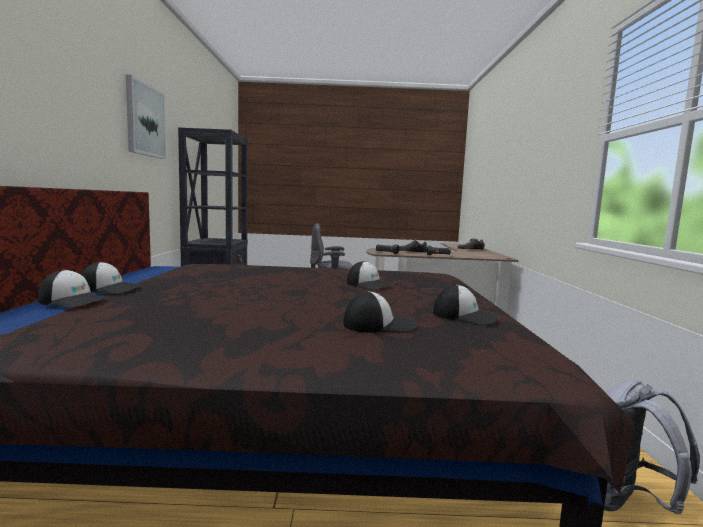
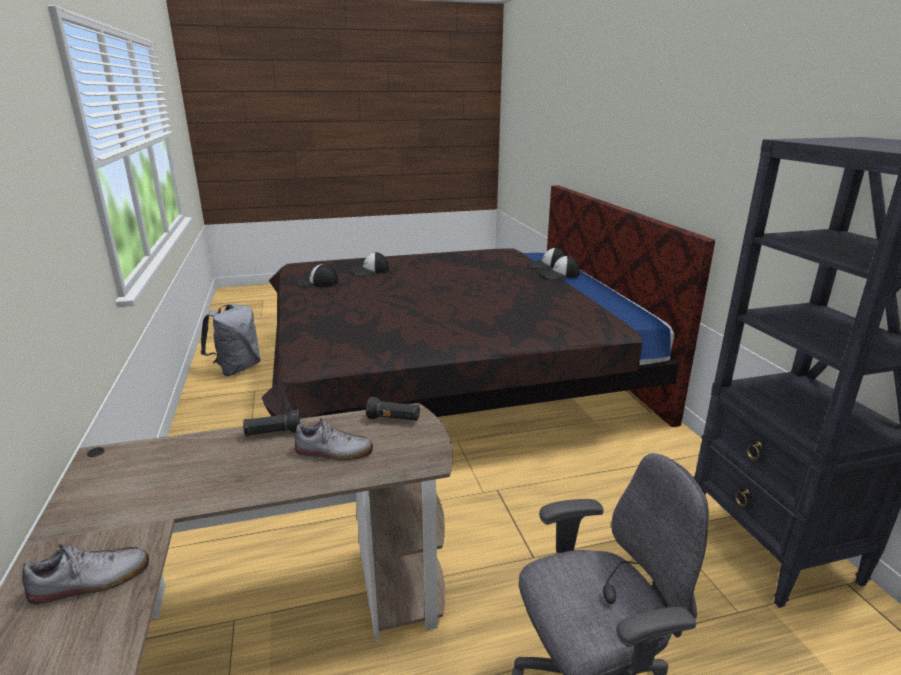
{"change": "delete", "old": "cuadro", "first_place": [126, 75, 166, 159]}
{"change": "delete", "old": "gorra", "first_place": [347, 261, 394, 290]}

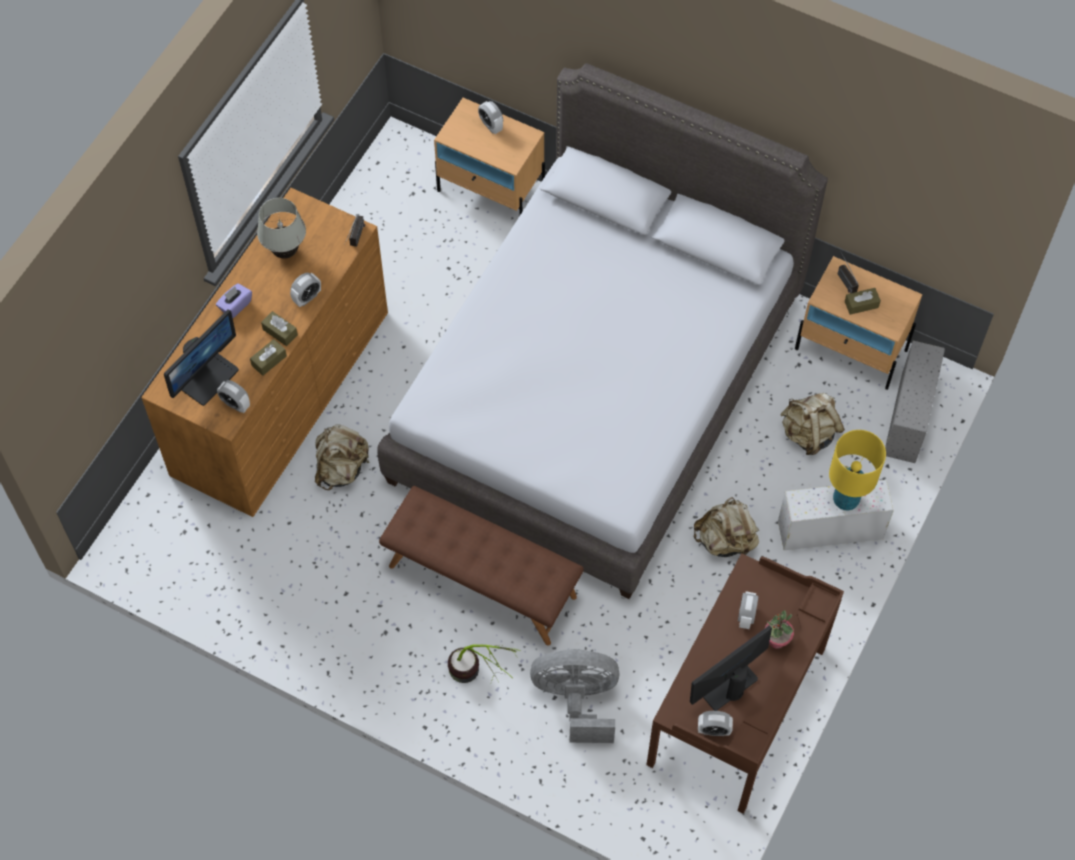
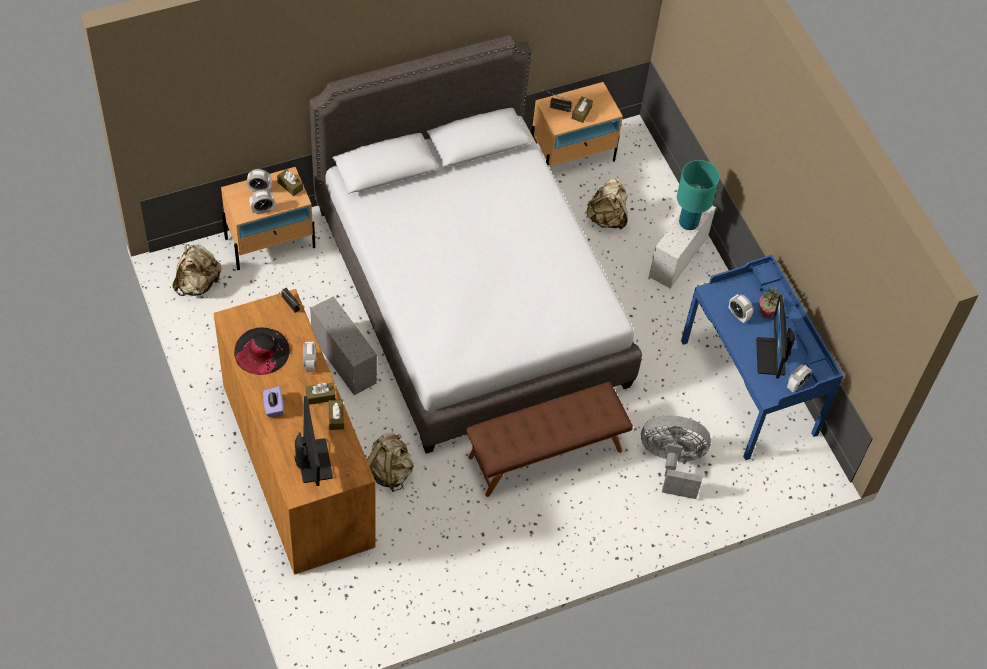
{"change": "delete", "old": "planta en maceta", "first_place": [448, 644, 520, 683]}
{"change": "insert", "new": "caja de pañuelos [marrón]", "second_place": [277, 169, 303, 196]}
{"change": "move", "old": "despertador", "first_place": [217, 380, 250, 413], "second_place": [249, 190, 275, 214]}
{"change": "move", "old": "mochila [beis]", "first_place": [694, 497, 759, 557], "second_place": [173, 244, 221, 296]}
{"change": "move", "old": "caja de almacenaje [gris]", "first_place": [885, 341, 945, 463], "second_place": [310, 297, 377, 395]}
{"change": "replace", "old": "lámpara de mesa [blanco]", "new": "sombrero [negro]", "first_place": [257, 198, 306, 259], "second_place": [234, 327, 290, 375]}
{"change": "recolor", "old": "escritorio [marrón]", "new": "escritorio [azul]", "first_place": [647, 553, 844, 814], "second_place": [681, 255, 843, 460]}
{"change": "recolor", "old": "lámpara de mesa [amarillo]", "new": "lámpara de mesa [turquesa]", "first_place": [829, 430, 886, 511], "second_place": [677, 160, 720, 230]}
{"change": "rotate", "old": "ventilador [gris]", "first_place": [530, 649, 620, 743], "second_place": [641, 415, 711, 499], "degrees": 60}

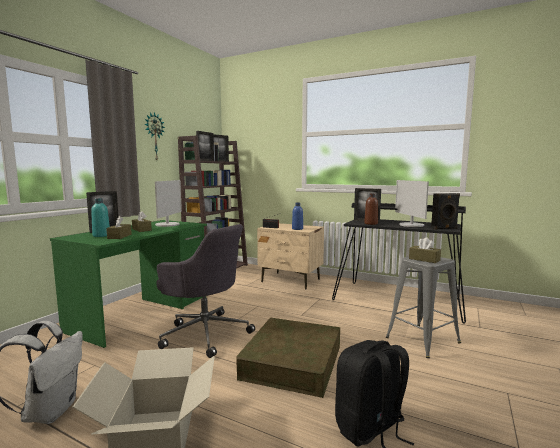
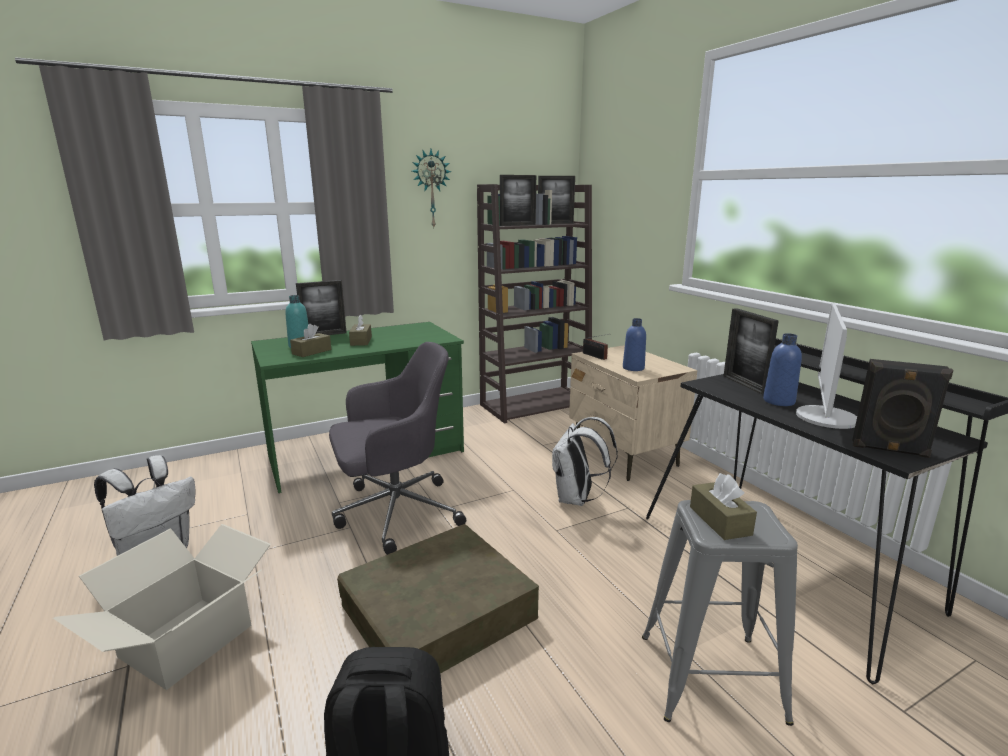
{"change": "delete", "old": "monitor", "first_place": [155, 180, 182, 227]}
{"change": "delete", "old": "botella [marrón]", "first_place": [364, 193, 378, 225]}
{"change": "insert", "new": "mochila [blanco]", "second_place": [552, 417, 618, 506]}
{"change": "insert", "new": "botella [azul]", "second_place": [763, 333, 802, 406]}
{"change": "rotate", "old": "silla de oficina [gris]", "first_place": [156, 224, 255, 358], "second_place": [329, 342, 466, 555], "degrees": -90}

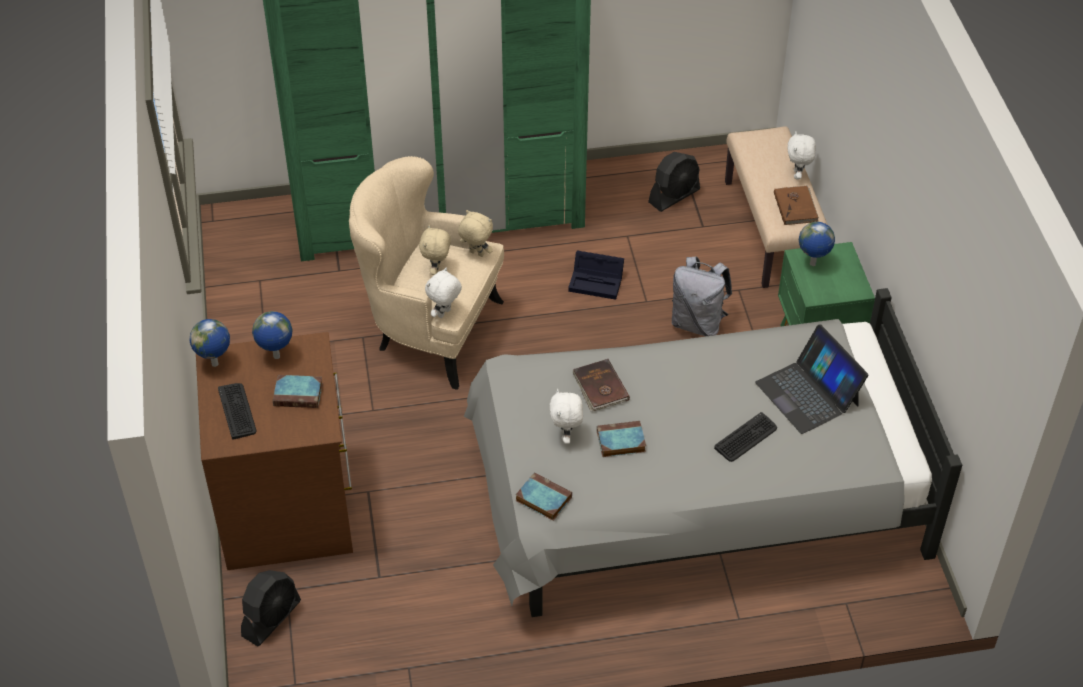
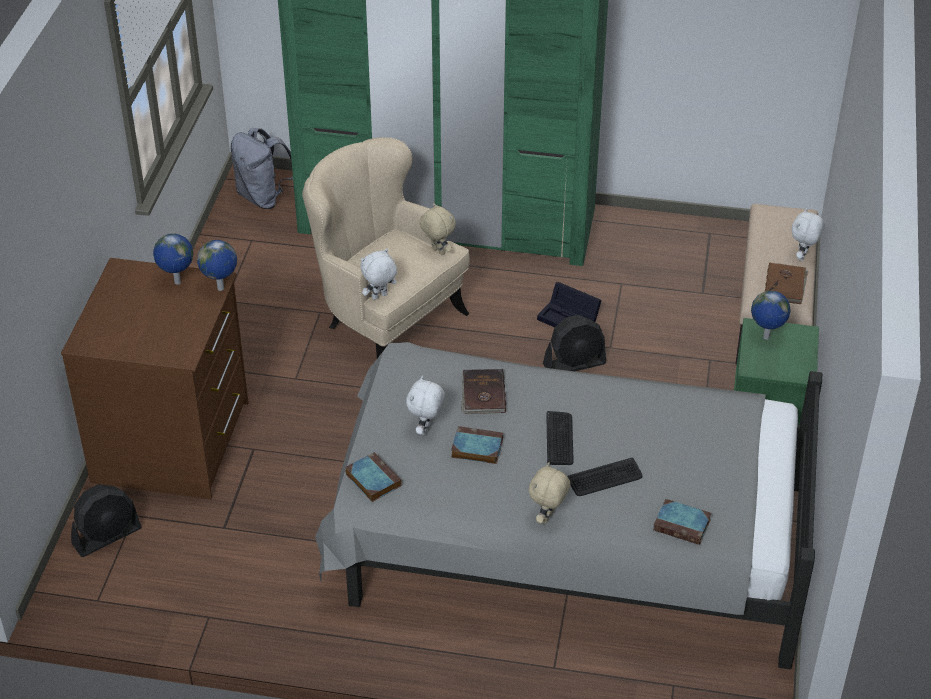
{"change": "delete", "old": "portátil", "first_place": [755, 324, 868, 434]}
{"change": "move", "old": "globo terráqueo", "first_place": [189, 319, 230, 367], "second_place": [197, 240, 237, 291]}
{"change": "move", "old": "teclado", "first_place": [218, 383, 256, 440], "second_place": [546, 411, 574, 465]}
{"change": "move", "old": "libro", "first_place": [273, 375, 323, 408], "second_place": [653, 499, 711, 545]}
{"change": "move", "old": "peluche [beis]", "first_place": [419, 224, 451, 275], "second_place": [529, 462, 571, 524]}
{"change": "move", "old": "ventilador [negro]", "first_place": [648, 152, 700, 212], "second_place": [543, 315, 606, 371]}
{"change": "move", "old": "mochila [gris]", "first_place": [672, 256, 732, 336], "second_place": [230, 128, 293, 209]}

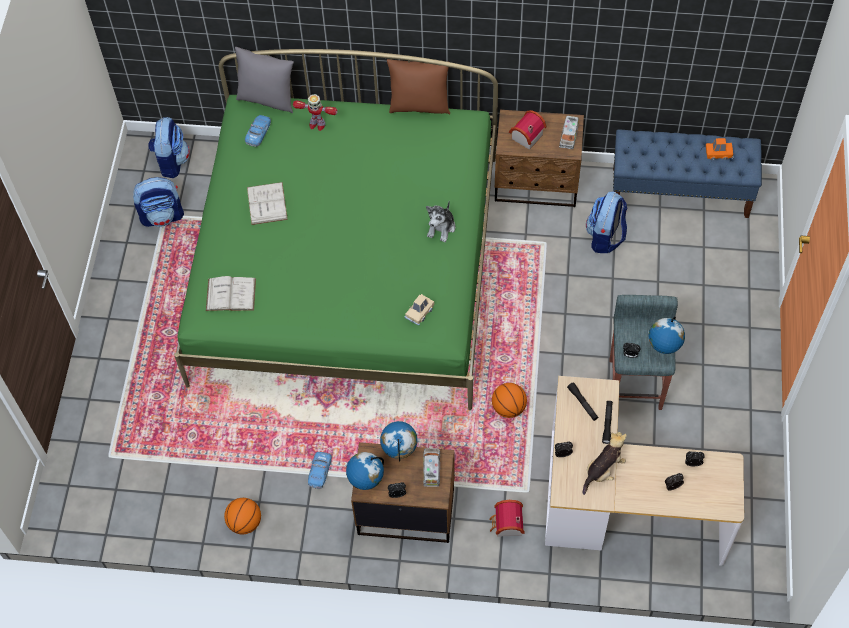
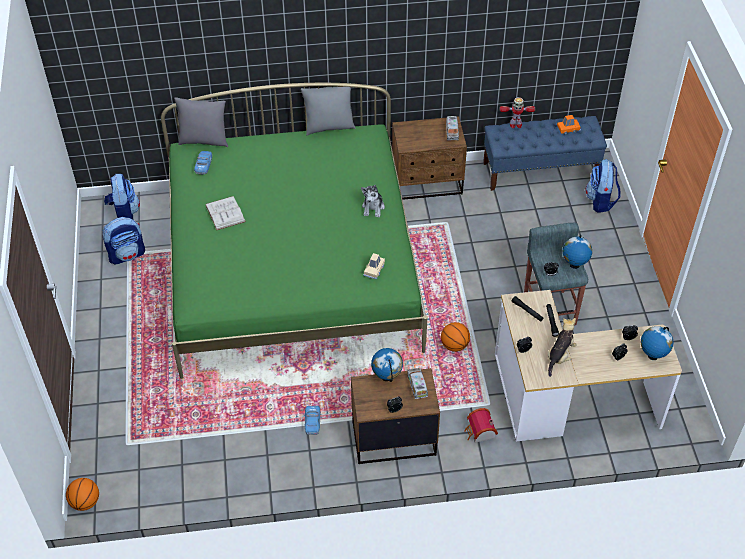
{"change": "delete", "old": "libro [blanco]", "first_place": [206, 276, 256, 311]}
{"change": "delete", "old": "casita", "first_place": [509, 110, 546, 150]}
{"change": "move", "old": "balón de baloncesto", "first_place": [224, 498, 261, 534], "second_place": [66, 478, 99, 511]}
{"change": "move", "old": "robot de juguete", "first_place": [293, 94, 338, 131], "second_place": [499, 97, 535, 128]}
{"change": "move", "old": "globo terráqueo", "first_place": [346, 452, 384, 490], "second_place": [641, 326, 673, 360]}
{"change": "move", "old": "mochila", "first_place": [586, 191, 627, 253], "second_place": [586, 159, 620, 213]}
{"change": "recolor", "old": "cojín [marrón]", "new": "cojín [gris]", "first_place": [387, 59, 450, 114], "second_place": [301, 87, 356, 135]}

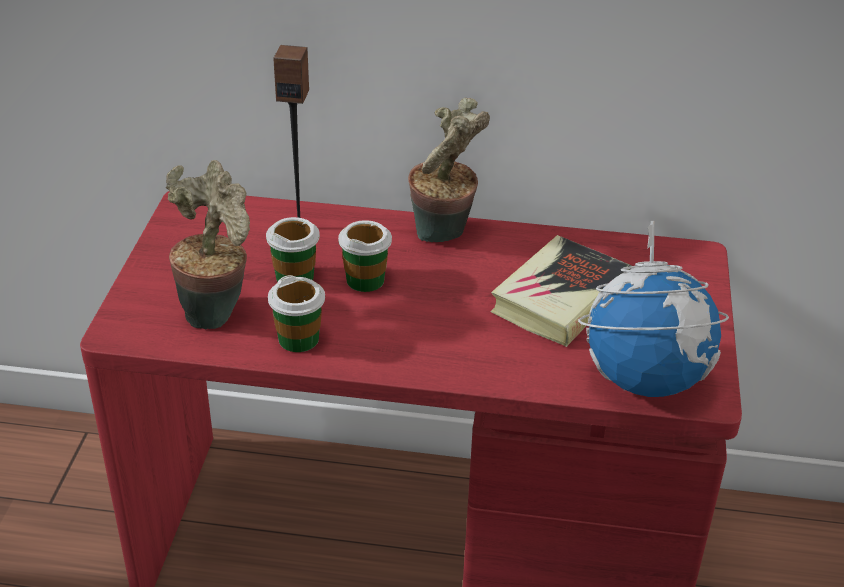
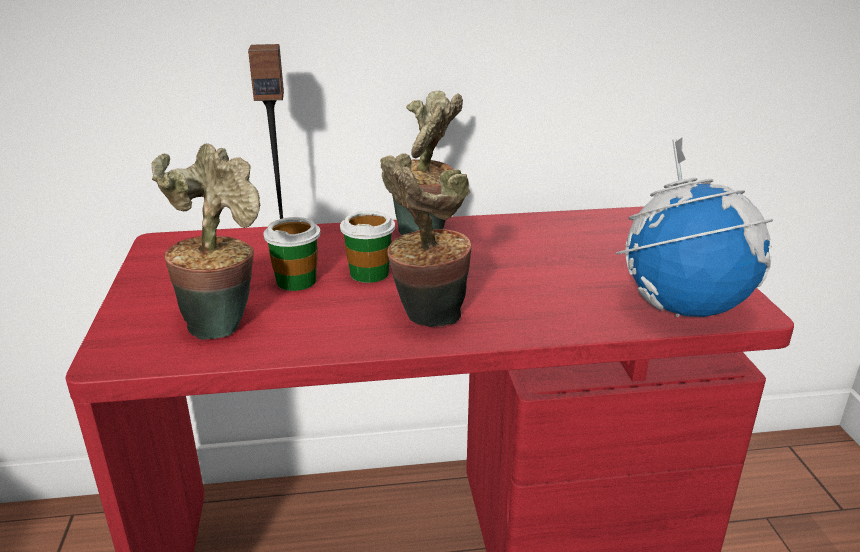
{"change": "delete", "old": "taza", "first_place": [268, 275, 325, 352]}
{"change": "delete", "old": "libro", "first_place": [491, 235, 631, 347]}
{"change": "insert", "new": "planta en maceta", "second_place": [380, 153, 472, 327]}

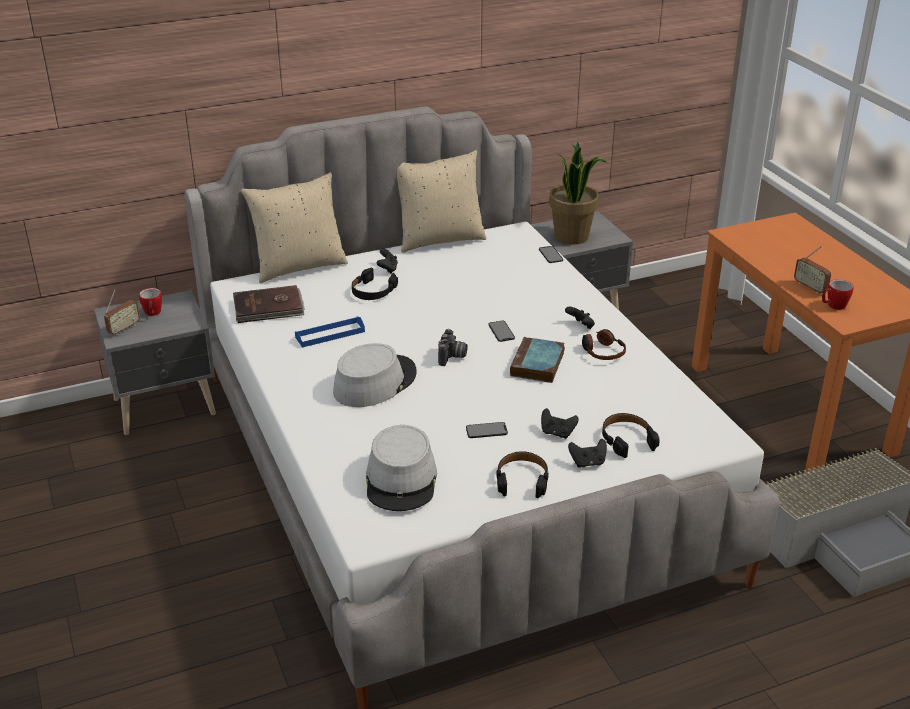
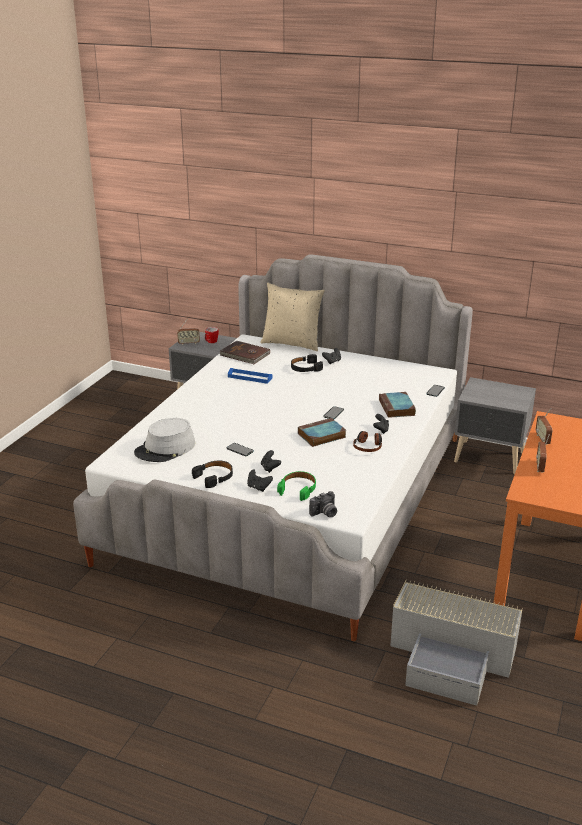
{"change": "delete", "old": "sombrero [gris]", "first_place": [333, 343, 417, 407]}
{"change": "delete", "old": "cojín [beis]", "first_place": [397, 150, 487, 253]}
{"change": "delete", "old": "planta en maceta", "first_place": [549, 141, 606, 245]}
{"change": "delete", "old": "taza grande", "first_place": [822, 279, 854, 310]}
{"change": "insert", "new": "libro", "second_place": [379, 392, 416, 418]}
{"change": "insert", "new": "radio", "second_place": [536, 408, 552, 445]}
{"change": "move", "old": "cámara", "first_place": [438, 329, 468, 366], "second_place": [309, 491, 337, 517]}
{"change": "recolor", "old": "auriculares [negro]", "new": "auriculares [verde]", "first_place": [602, 413, 660, 458], "second_place": [277, 471, 316, 501]}

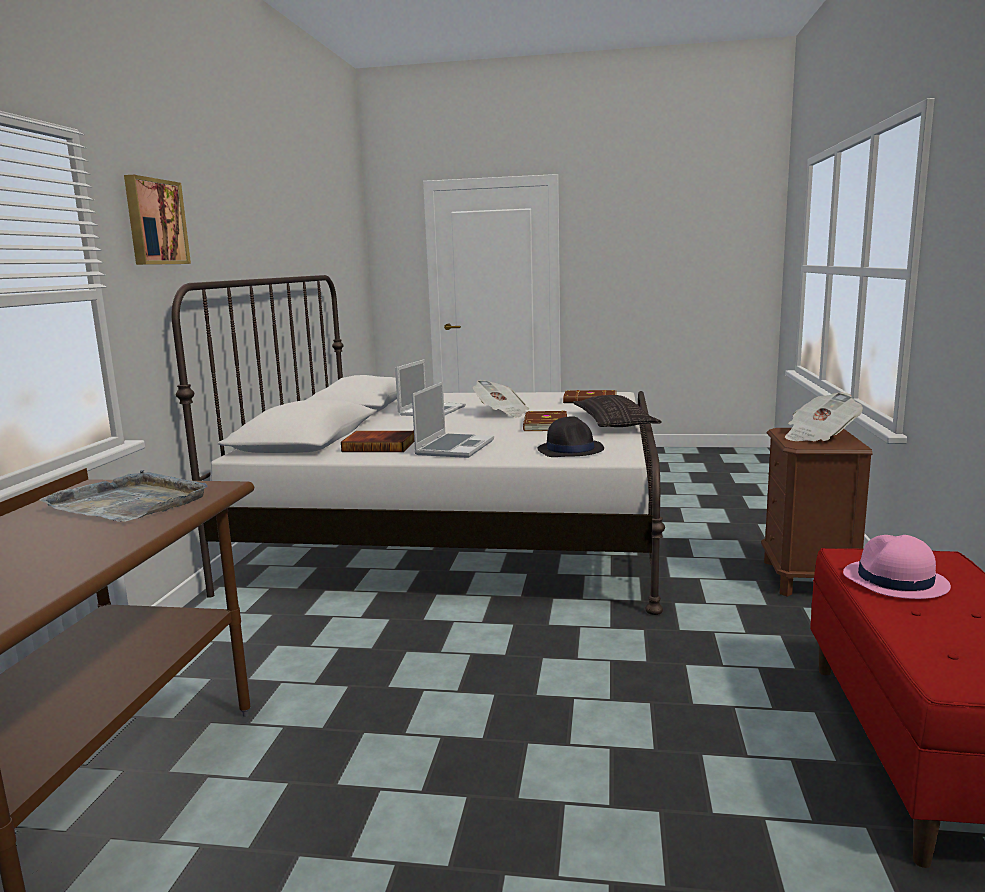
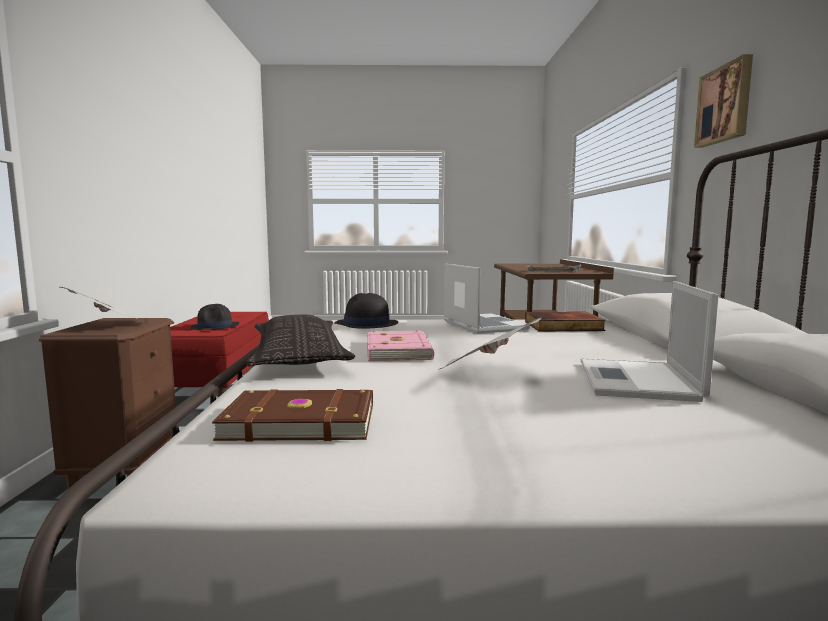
{"change": "recolor", "old": "libro [marrón]", "new": "libro [rosa]", "first_place": [523, 411, 567, 431], "second_place": [367, 330, 434, 361]}
{"change": "recolor", "old": "sombrero [rosa]", "new": "sombrero [negro]", "first_place": [843, 535, 951, 599], "second_place": [191, 304, 239, 330]}
{"change": "rotate", "old": "portátil", "first_place": [412, 382, 494, 458], "second_place": [444, 263, 530, 334], "degrees": 150}

